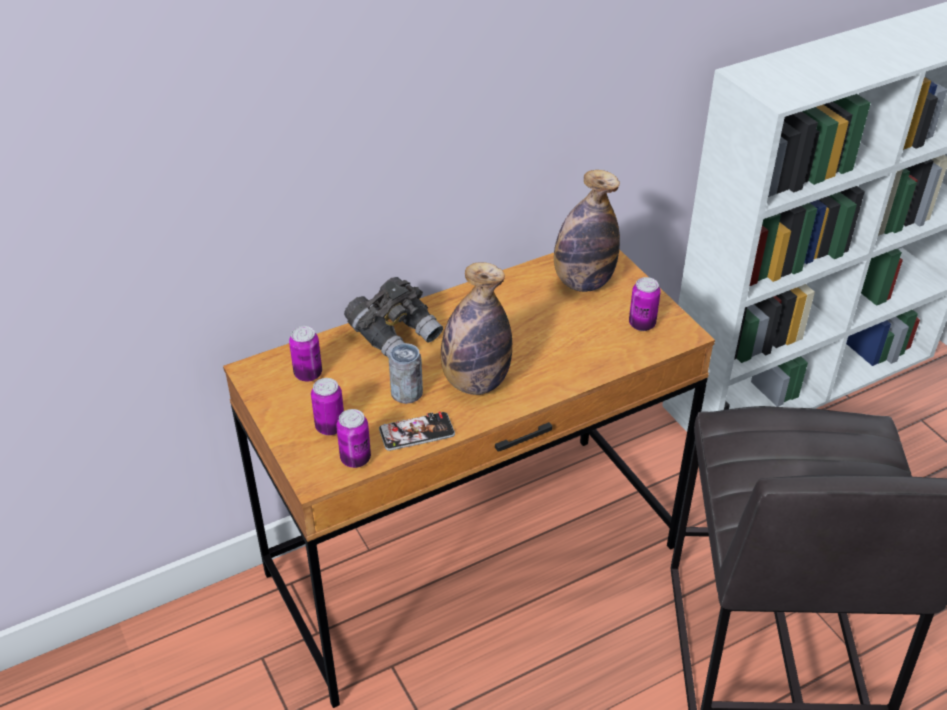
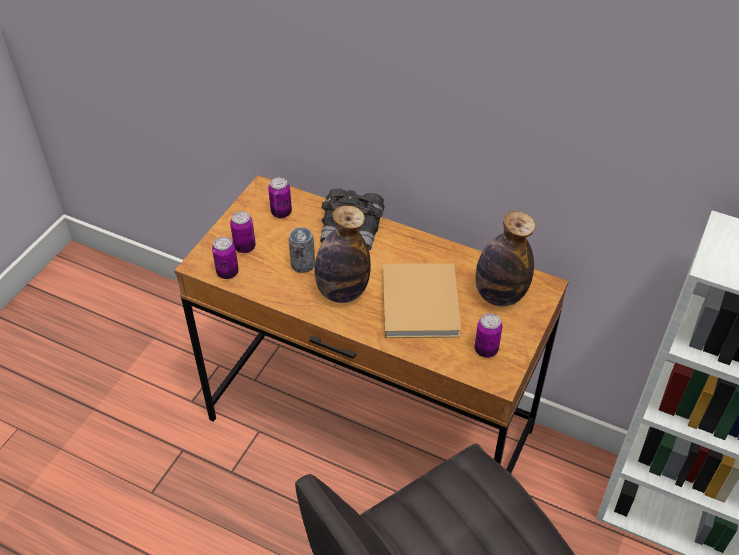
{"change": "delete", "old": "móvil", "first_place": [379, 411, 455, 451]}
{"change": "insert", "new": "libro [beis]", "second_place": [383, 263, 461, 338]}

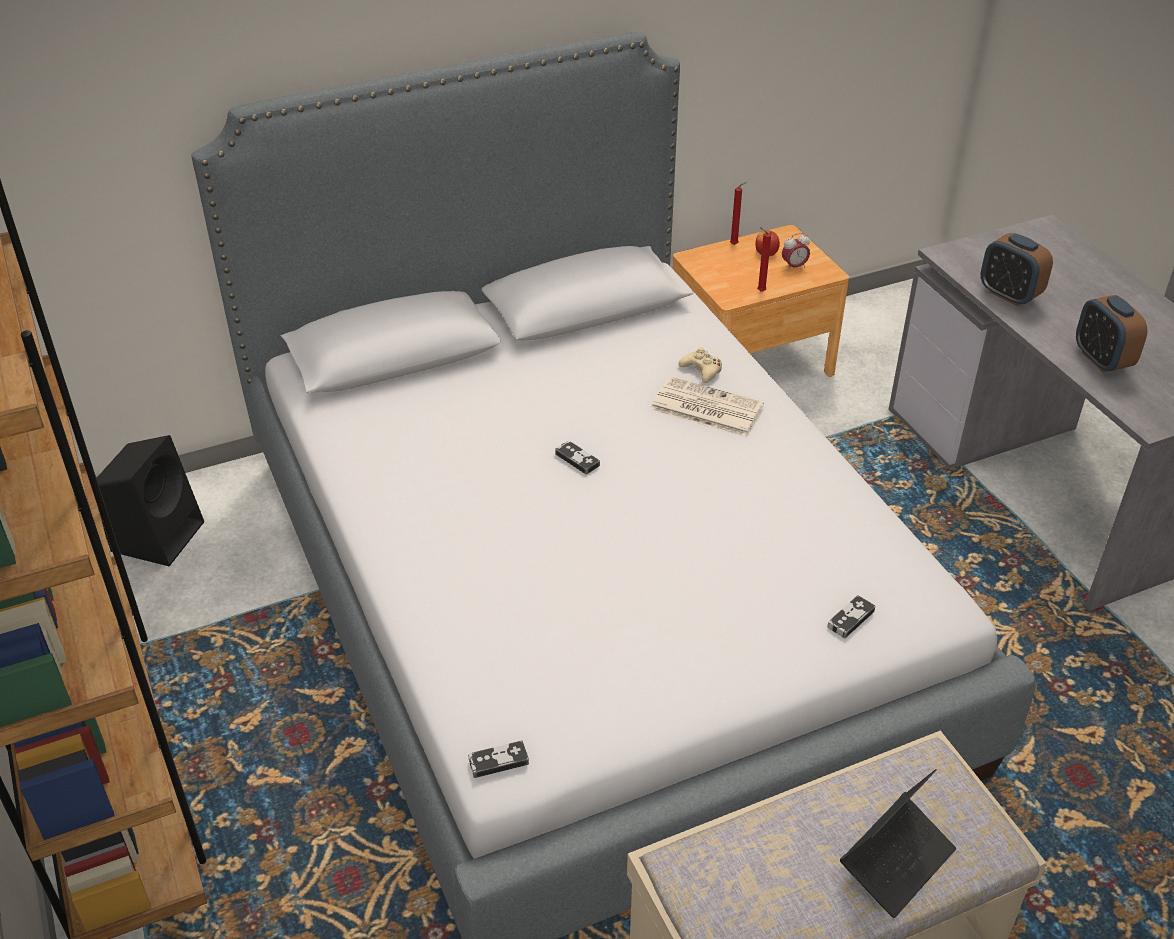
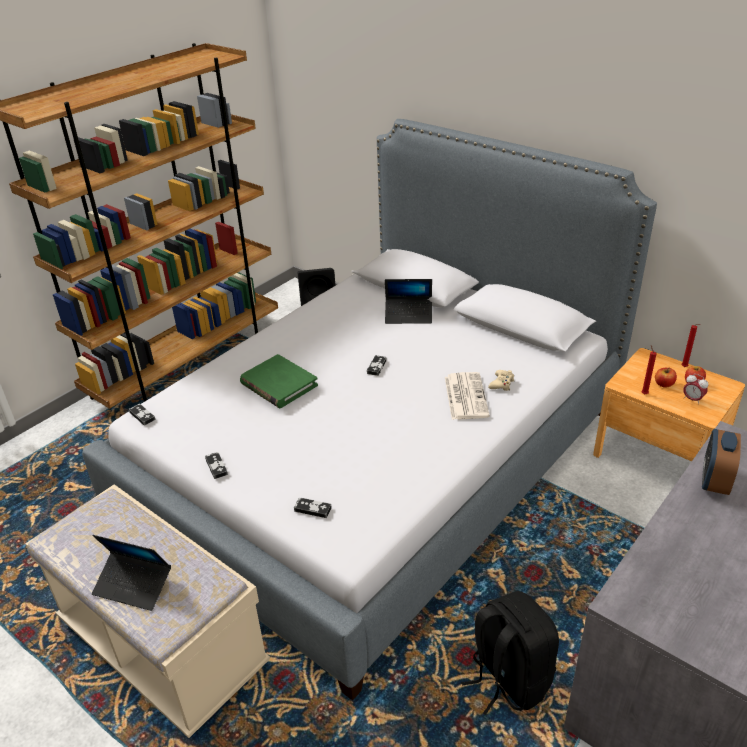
{"change": "delete", "old": "despertador", "first_place": [1076, 295, 1148, 372]}
{"change": "insert", "new": "mando de consola", "second_place": [205, 452, 228, 479]}
{"change": "insert", "new": "libro [verde]", "second_place": [240, 354, 318, 408]}
{"change": "insert", "new": "portátil", "second_place": [385, 279, 432, 324]}
{"change": "insert", "new": "mochila [negro]", "second_place": [462, 591, 559, 715]}
{"change": "insert", "new": "manzana", "second_place": [655, 367, 677, 388]}

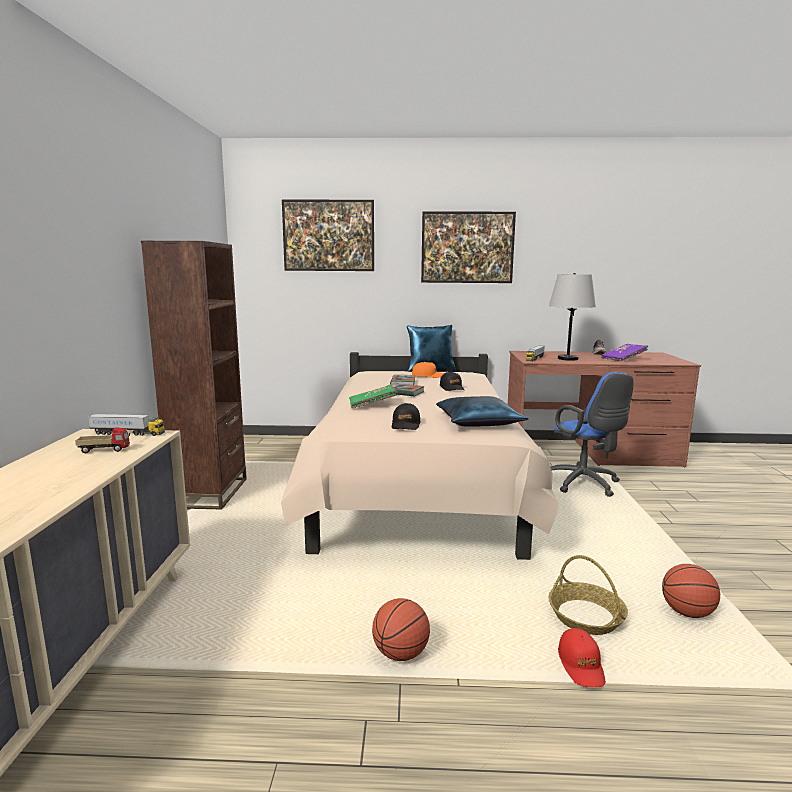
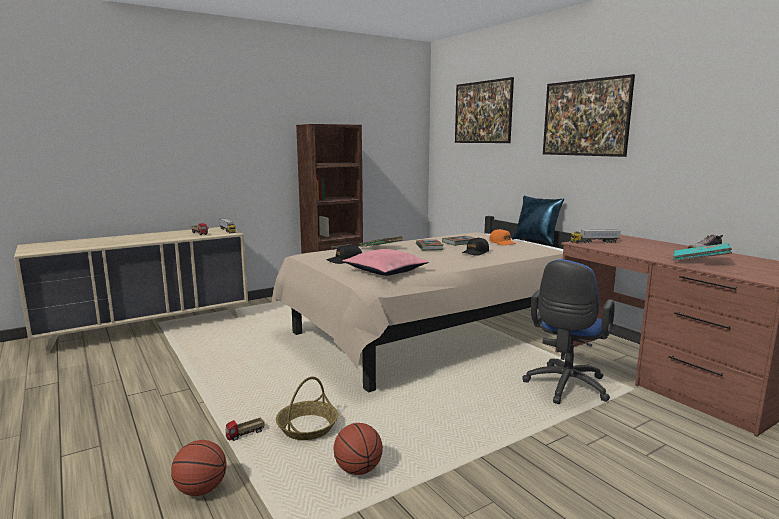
{"change": "delete", "old": "lámpara de mesa [gris]", "first_place": [549, 273, 596, 361]}
{"change": "move", "old": "balón de baloncesto", "first_place": [372, 598, 430, 661], "second_place": [171, 440, 227, 496]}
{"change": "replace", "old": "gorra [rojo]", "new": "camión de juguete", "first_place": [558, 628, 606, 687], "second_place": [226, 417, 265, 441]}
{"change": "recolor", "old": "cojín [azul]", "new": "cojín [rosa]", "first_place": [436, 396, 529, 427], "second_place": [342, 249, 429, 276]}
{"change": "recolor", "old": "libro [morado]", "new": "libro [turquesa]", "first_place": [601, 344, 648, 361], "second_place": [673, 243, 732, 261]}

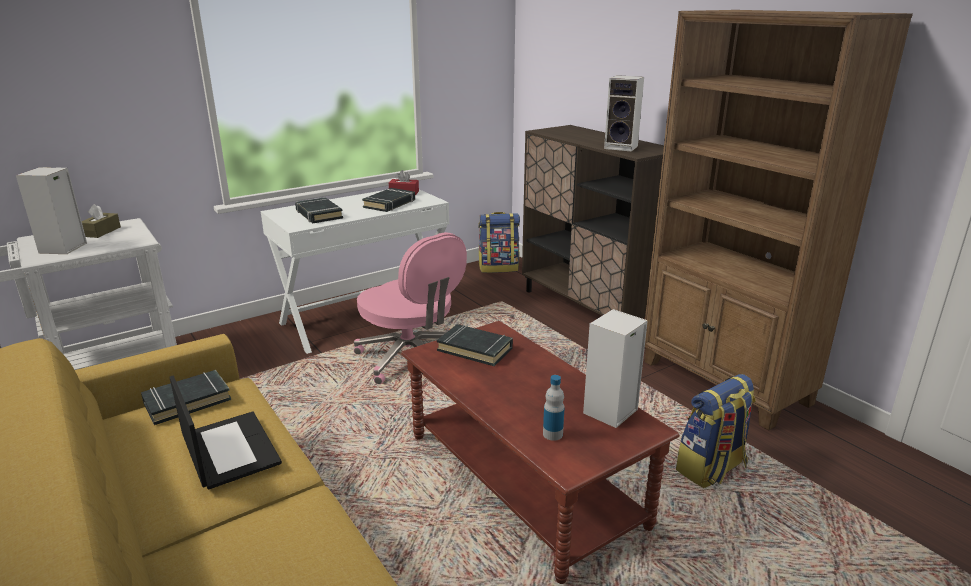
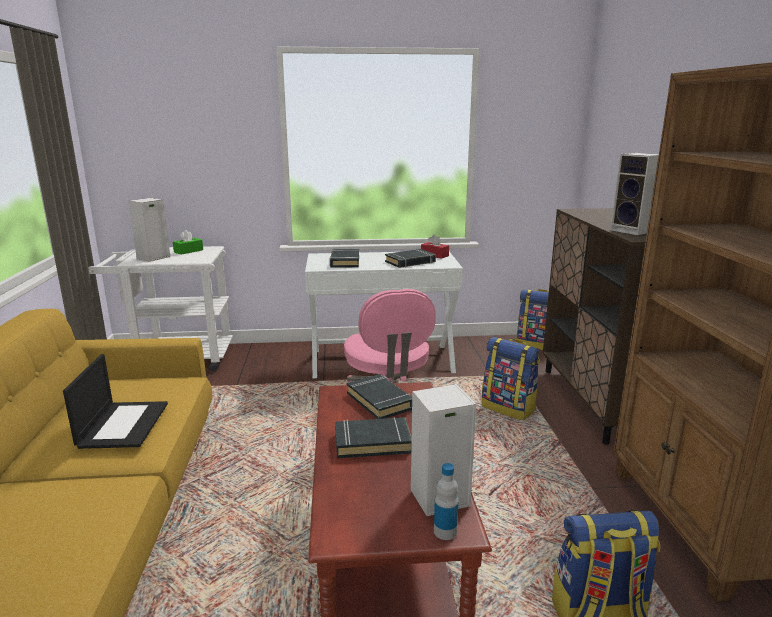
{"change": "insert", "new": "mochila", "second_place": [482, 337, 540, 420]}
{"change": "move", "old": "libro [negro]", "first_place": [141, 370, 231, 425], "second_place": [335, 417, 412, 458]}
{"change": "move", "old": "botella", "first_place": [543, 375, 565, 441], "second_place": [434, 463, 459, 540]}
{"change": "recolor", "old": "caja de pañuelos [marrón]", "new": "caja de pañuelos [verde]", "first_place": [82, 204, 121, 238], "second_place": [173, 230, 203, 255]}

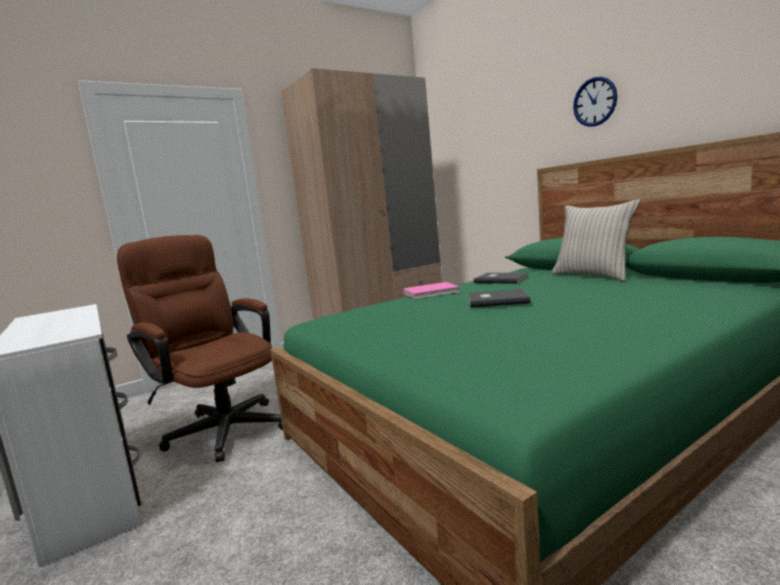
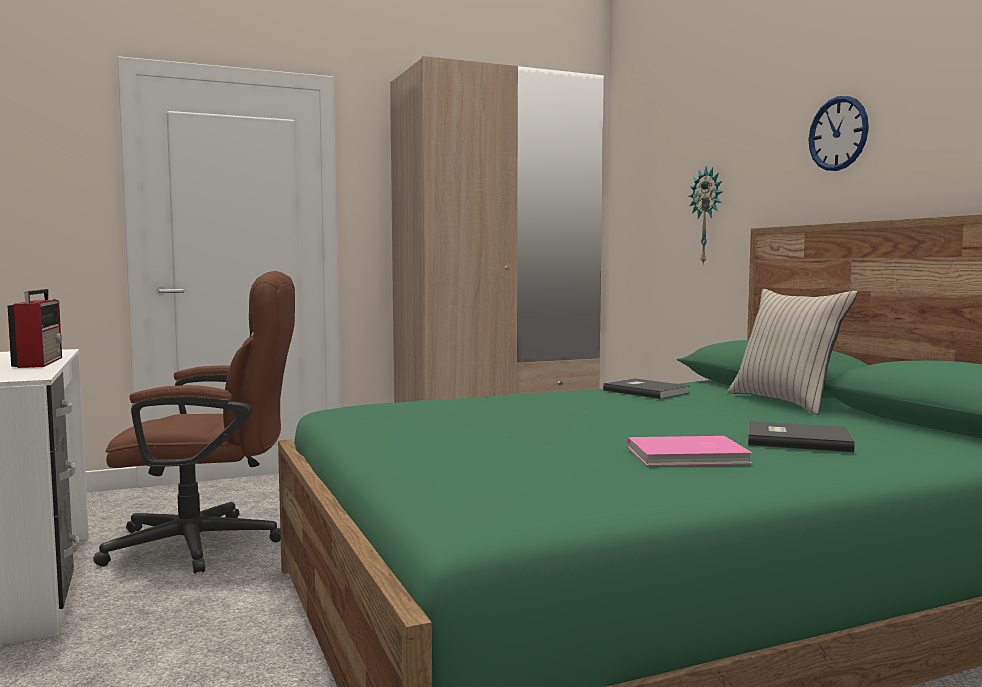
{"change": "insert", "new": "radio", "second_place": [8, 289, 62, 368]}
{"change": "insert", "new": "reloj de pared", "second_place": [689, 167, 723, 265]}
{"change": "move", "old": "libro [rosa]", "first_place": [403, 282, 460, 299], "second_place": [628, 436, 753, 466]}
{"change": "move", "old": "libro [gris]", "first_place": [468, 289, 531, 308], "second_place": [748, 421, 855, 452]}
{"change": "rotate", "old": "silla de oficina [marrón]", "first_place": [117, 235, 283, 462], "second_place": [93, 271, 295, 574], "degrees": 120}

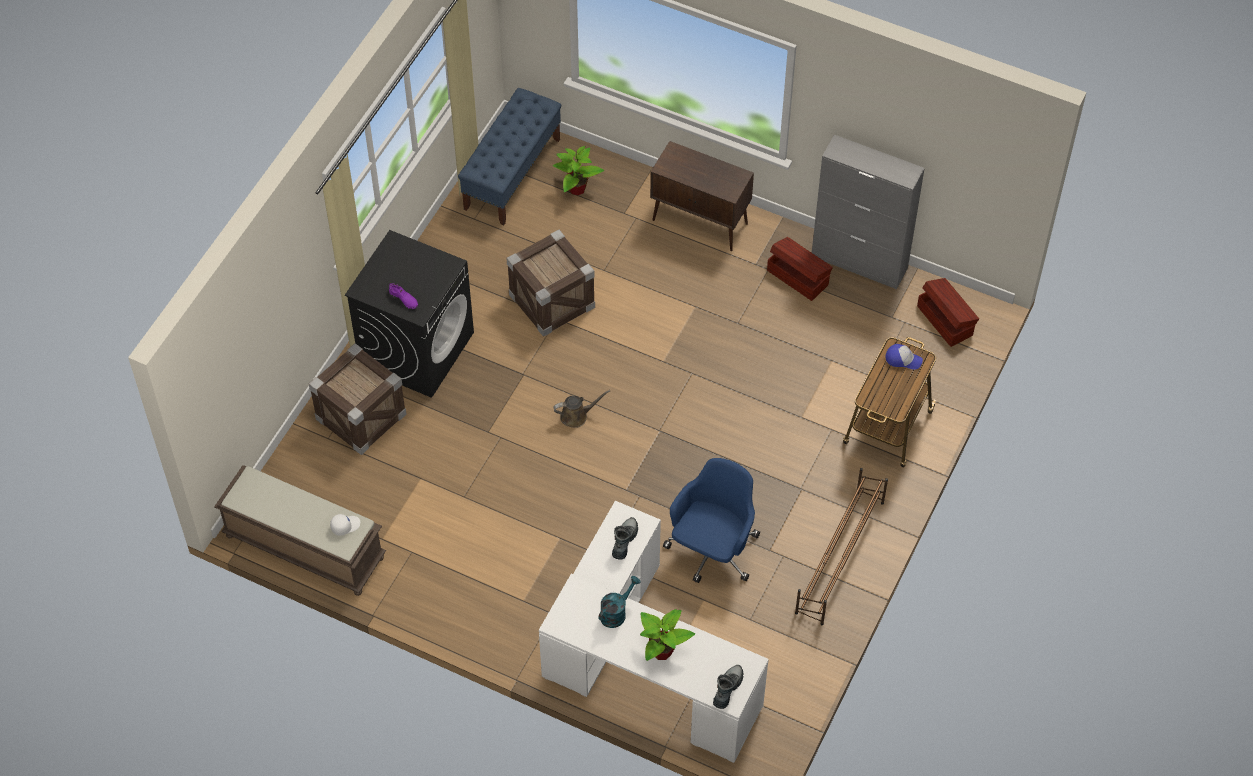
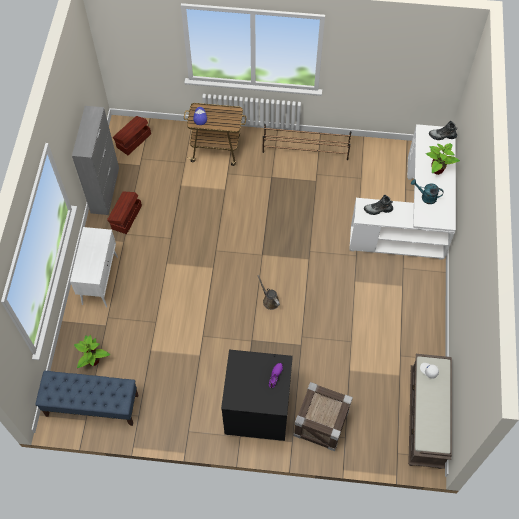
{"change": "delete", "old": "caja de embalaje", "first_place": [506, 229, 595, 337]}
{"change": "delete", "old": "silla de oficina [azul]", "first_place": [663, 458, 760, 583]}
{"change": "recolor", "old": "armario [marrón]", "new": "armario [blanco]", "first_place": [650, 141, 754, 251], "second_place": [70, 227, 118, 307]}

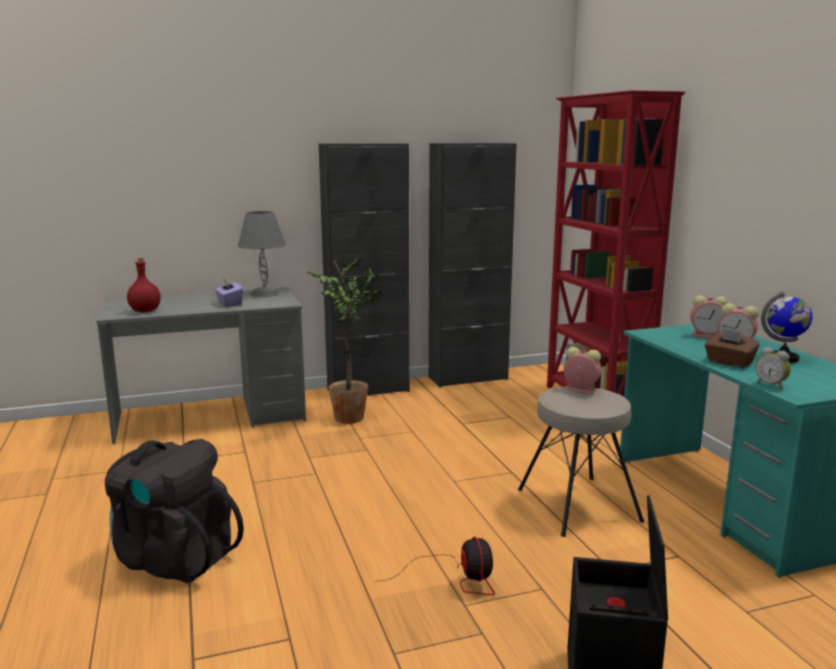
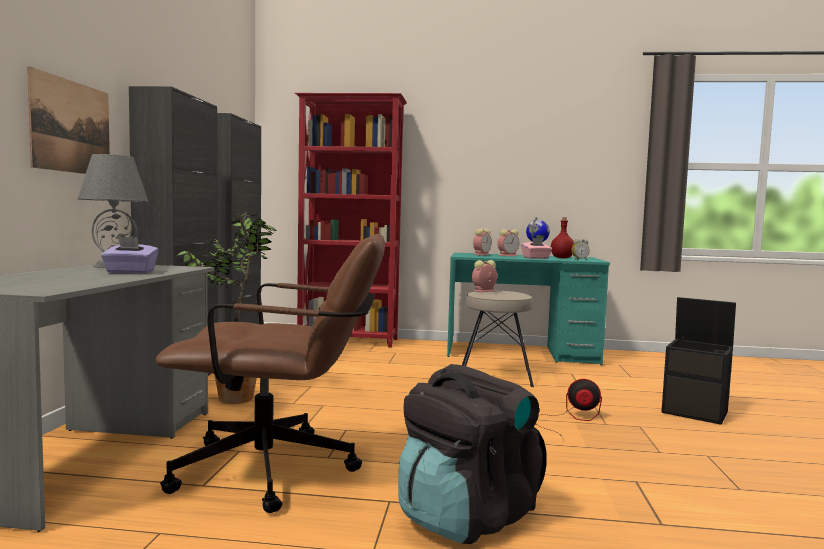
{"change": "insert", "new": "cuadro", "second_place": [27, 66, 110, 174]}
{"change": "insert", "new": "silla de oficina [marrón]", "second_place": [155, 234, 385, 513]}
{"change": "move", "old": "botella [rojo]", "first_place": [127, 258, 161, 312], "second_place": [551, 217, 574, 258]}
{"change": "recolor", "old": "caja de pañuelos [marrón]", "new": "caja de pañuelos [rosa]", "first_place": [705, 328, 760, 368], "second_place": [521, 238, 552, 259]}

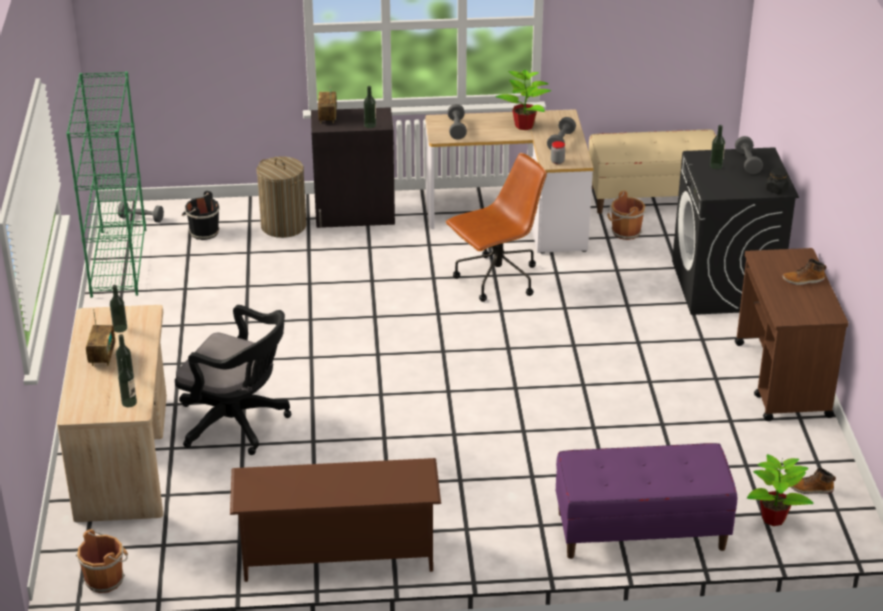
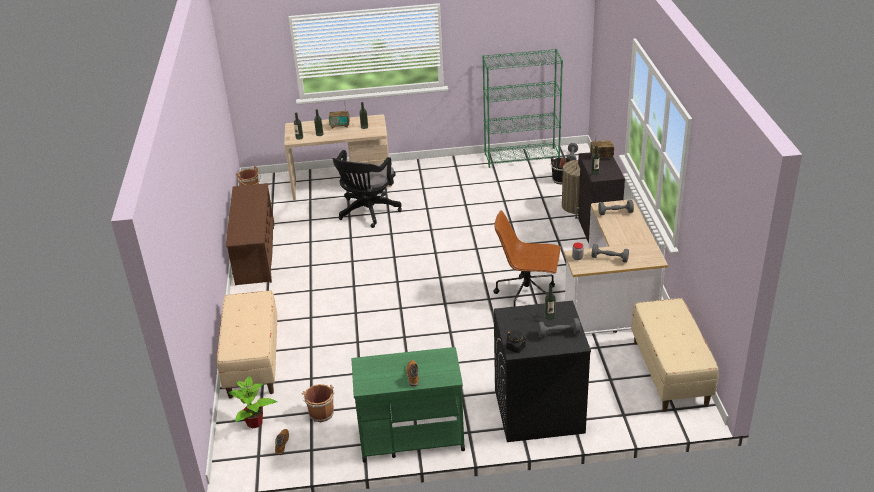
{"change": "delete", "old": "planta en maceta", "first_place": [495, 70, 551, 130]}
{"change": "move", "old": "cubo [marrón]", "first_place": [607, 191, 646, 240], "second_place": [302, 384, 334, 422]}
{"change": "recolor", "old": "banco [morado]", "new": "banco [beis]", "first_place": [556, 443, 737, 559], "second_place": [217, 291, 278, 399]}
{"change": "recolor", "old": "carrito [marrón]", "new": "carrito [verde]", "first_place": [735, 248, 848, 421], "second_place": [352, 347, 465, 462]}
{"change": "rotate", "old": "silla de oficina [marrón]", "first_place": [446, 153, 547, 302], "second_place": [494, 210, 561, 307], "degrees": 135}

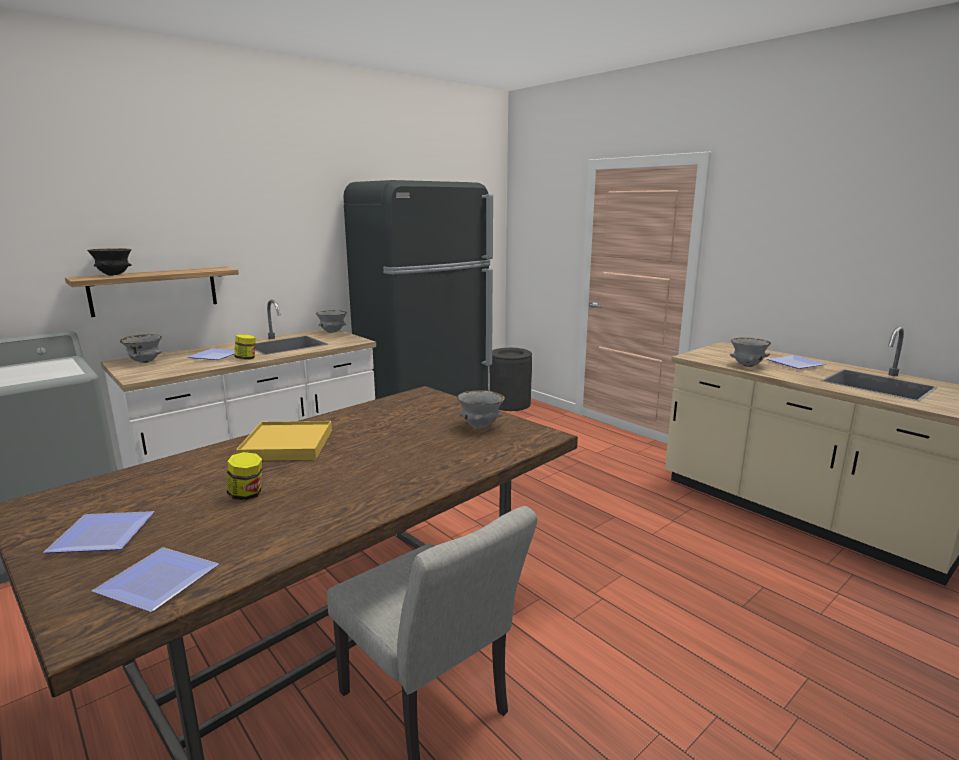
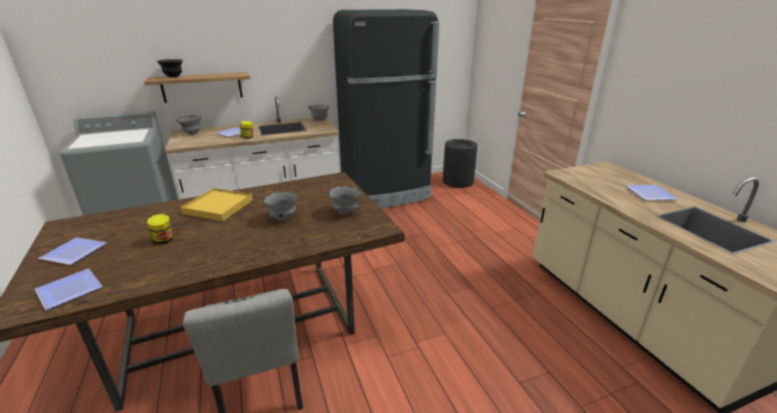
{"change": "move", "old": "cuenco [gris]", "first_place": [730, 337, 771, 367], "second_place": [263, 191, 300, 221]}

